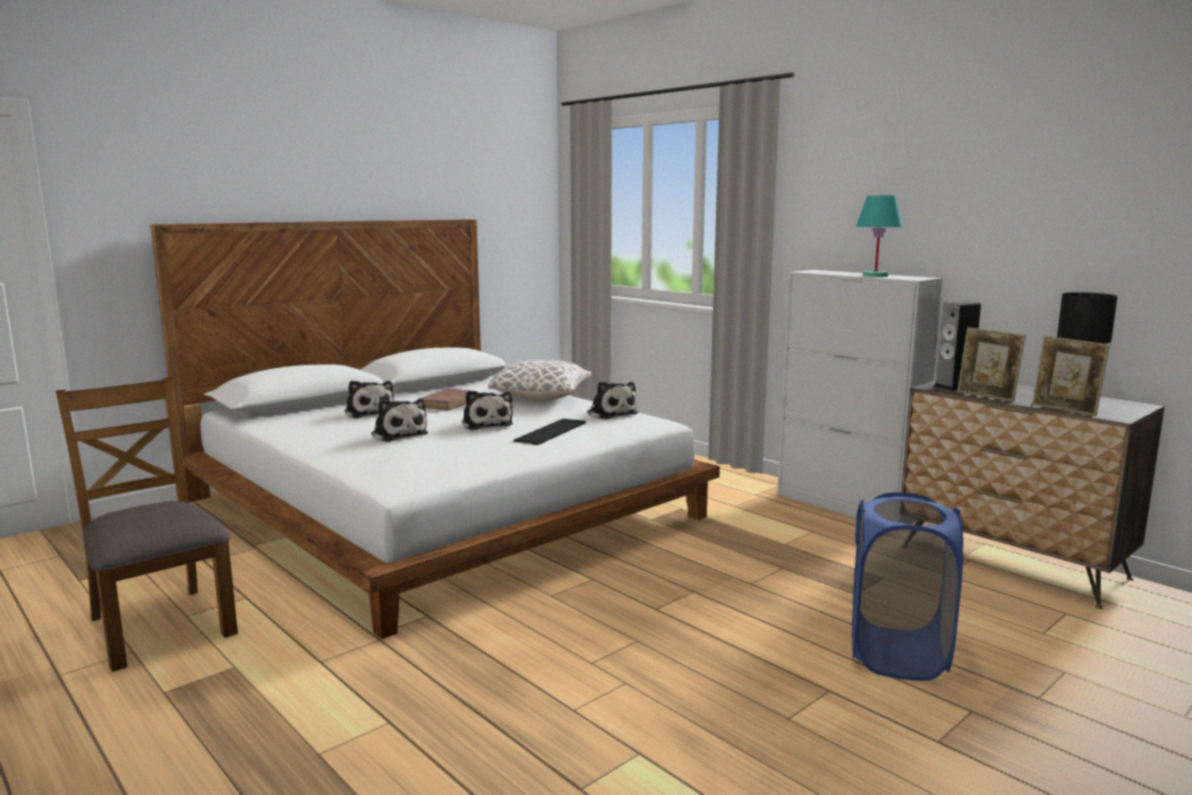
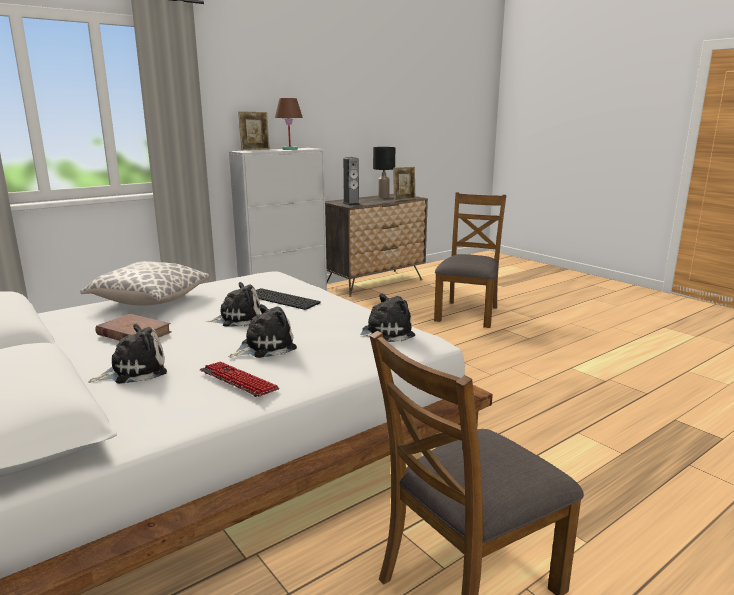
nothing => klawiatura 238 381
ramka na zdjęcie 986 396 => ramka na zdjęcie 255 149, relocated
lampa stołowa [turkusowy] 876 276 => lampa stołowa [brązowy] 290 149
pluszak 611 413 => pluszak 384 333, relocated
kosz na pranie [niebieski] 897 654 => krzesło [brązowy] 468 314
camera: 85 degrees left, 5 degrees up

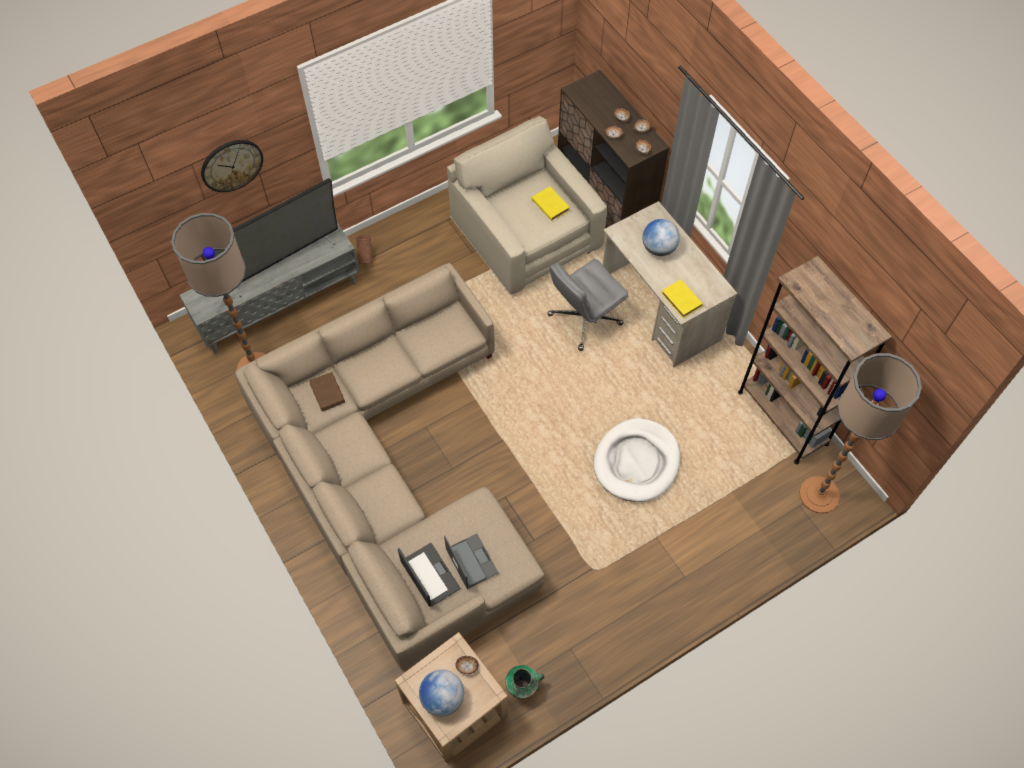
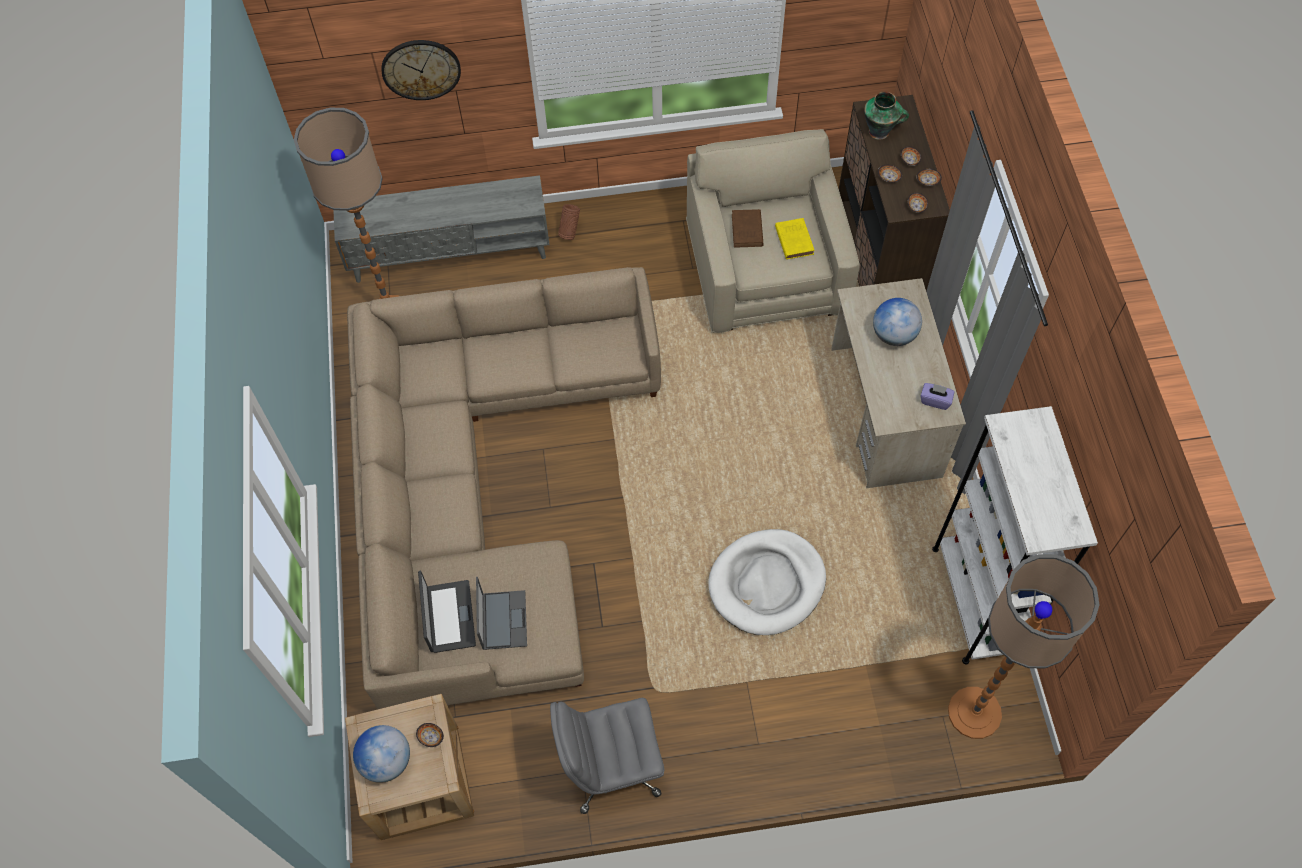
krzesło biurowe [szary] 584 320 => krzesło biurowe [szary] 611 766, relocated
książka [brązowy] 327 393 => książka [brązowy] 747 231, relocated
wazon 523 688 => wazon 880 132, relocated
nothing => pudełko chusteczek [fioletowy] 935 400
regał [brązowy] 782 418 => regał [biały] 974 600
telewizor 281 261 => nothing
książka [żółty] 682 300 => nothing
camera: 25 degrees right, 0 degrees up

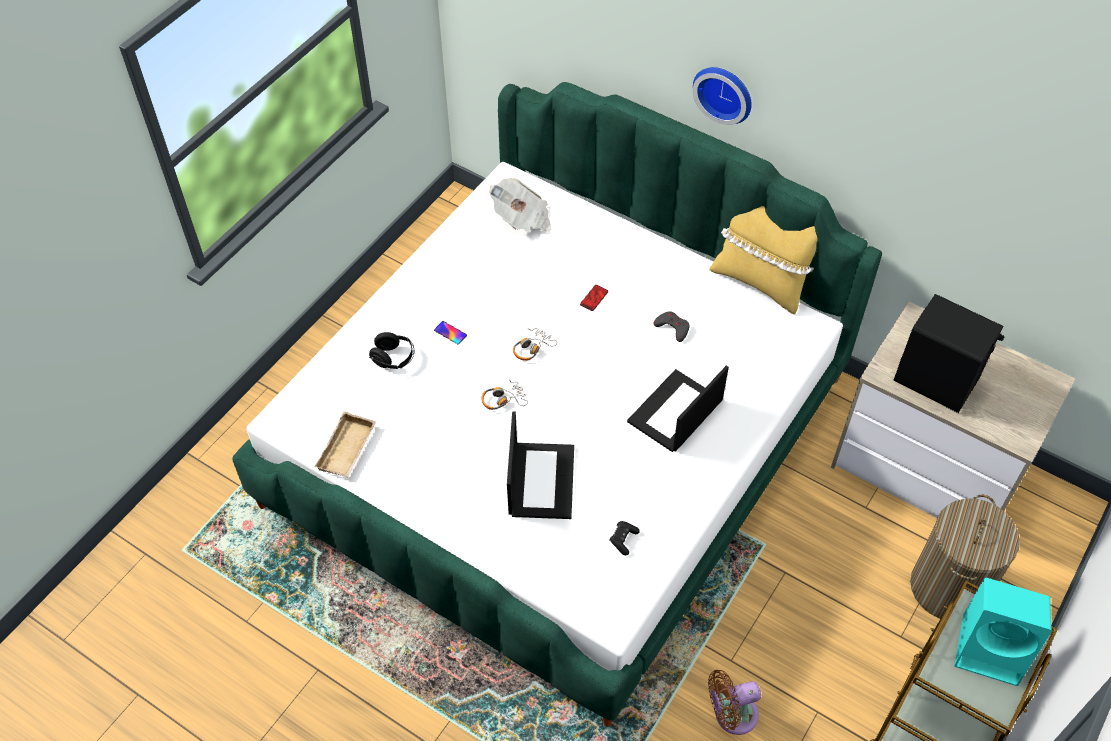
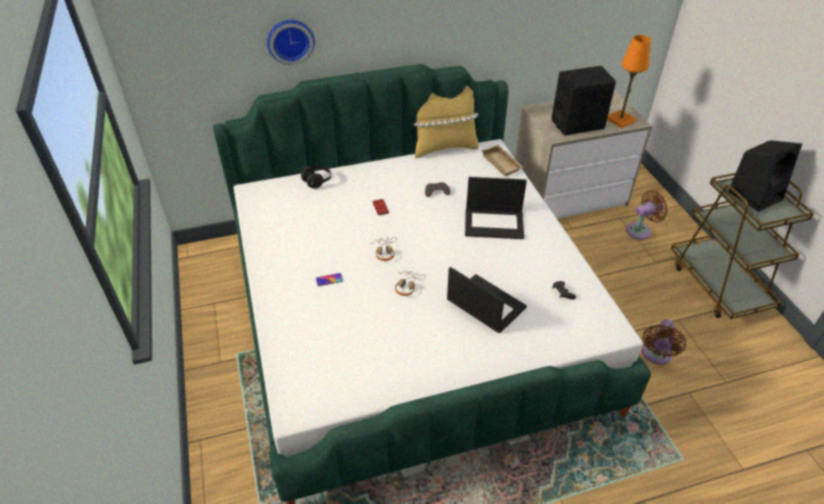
zegar ścienny 724 92 => zegar ścienny 290 40, relocated
słuchawki [czarny] 393 358 => słuchawki [czarny] 317 181, relocated
laptop 675 413 => laptop 494 223, 75 degrees counterclockwise
taca [beżowy] 348 450 => taca [beżowy] 502 163, relocated
nothing => lampa stołowa [pomarańczowy] 620 120
kosz na pranie 948 587 => wentylator [brązowy] 640 230
głośnik [turkusowy] 992 649 => głośnik [czarny] 755 195
gazeta 522 218 => nothing
camera: 50 degrees left, 10 degrees down

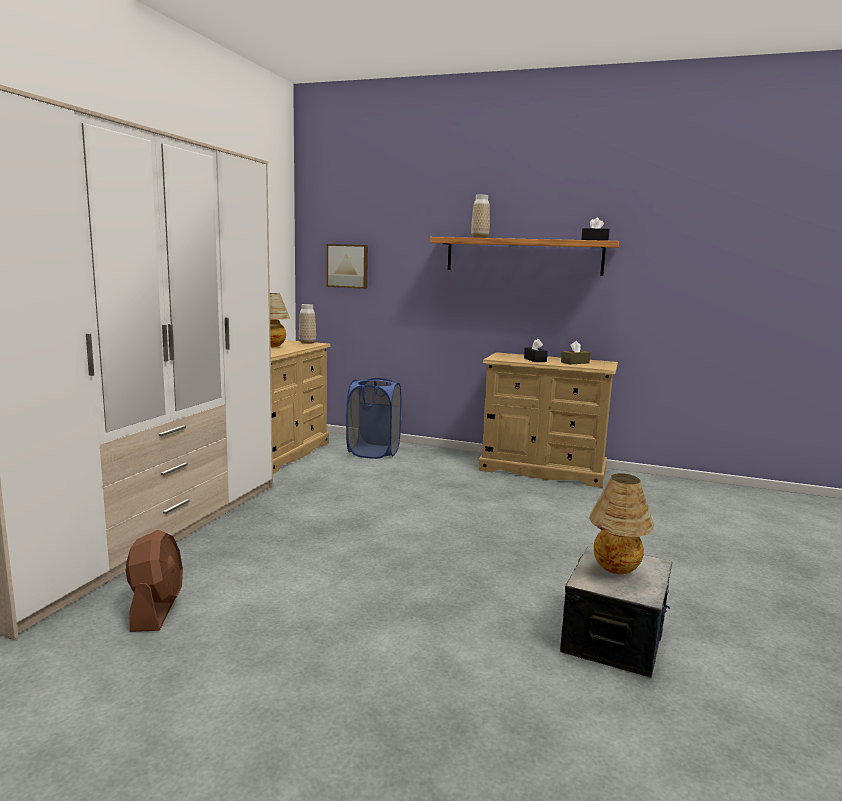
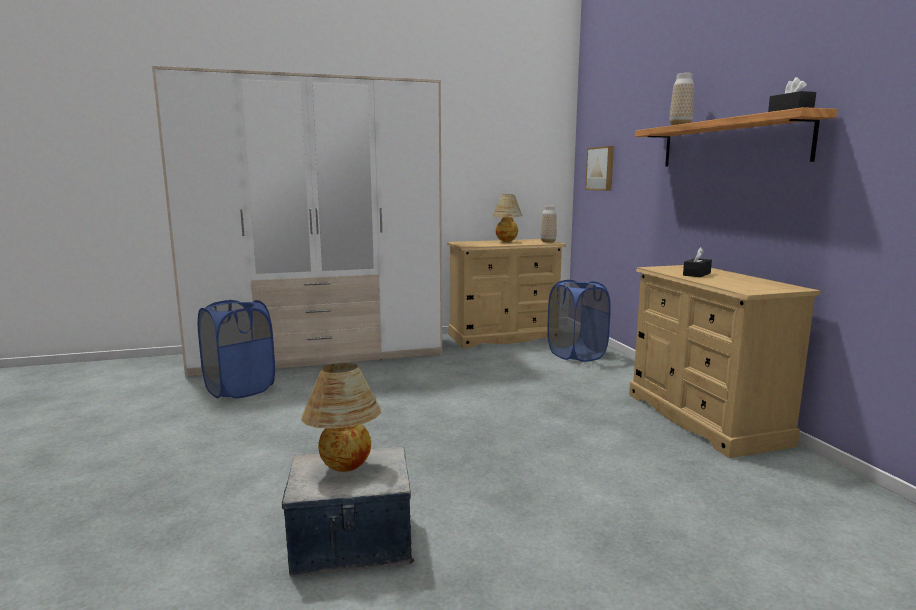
wentylator [brązowy] 156 609 => kosz na pranie [niebieski] 240 389
pudełko chusteczek [brązowy] 575 362 => nothing
camera: 55 degrees right, 0 degrees up

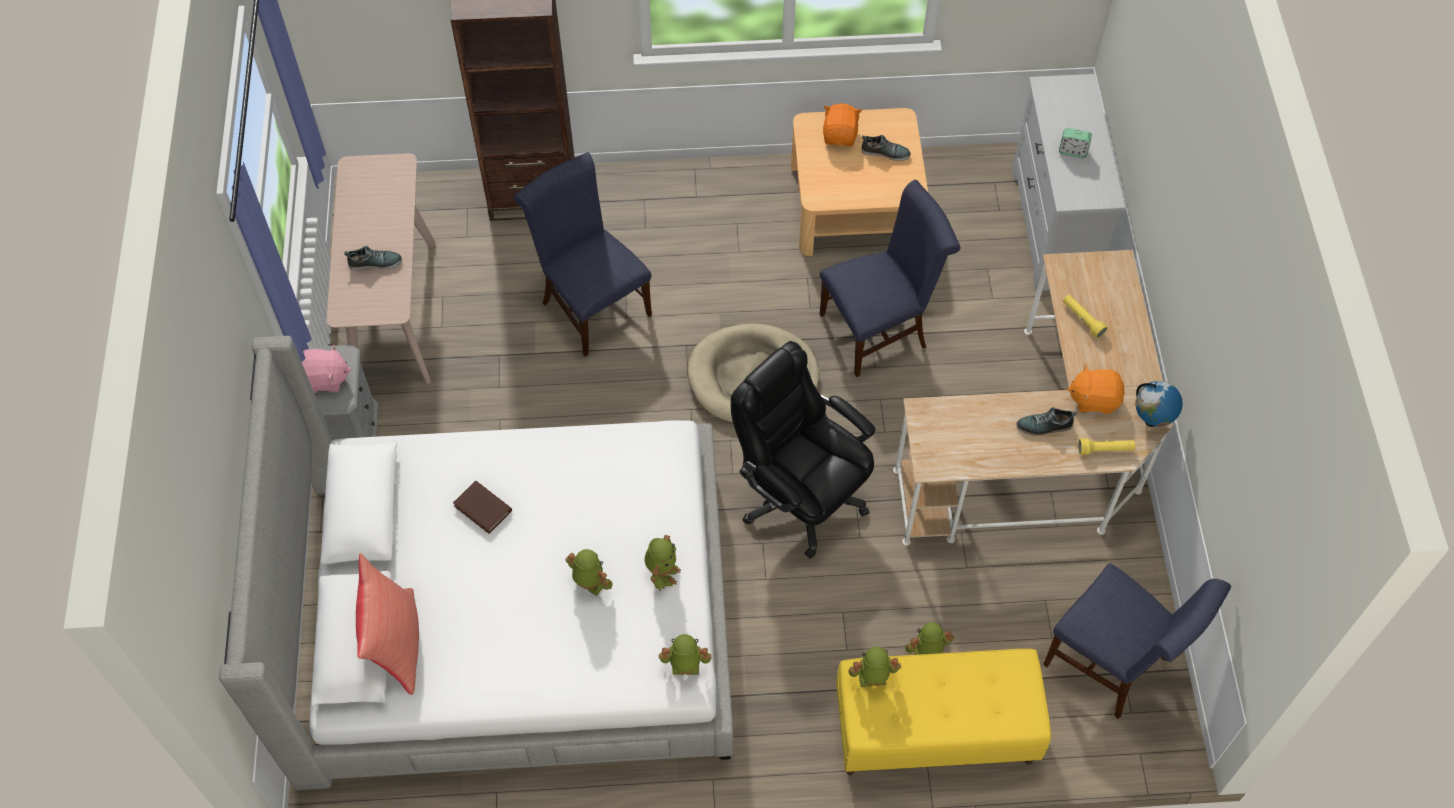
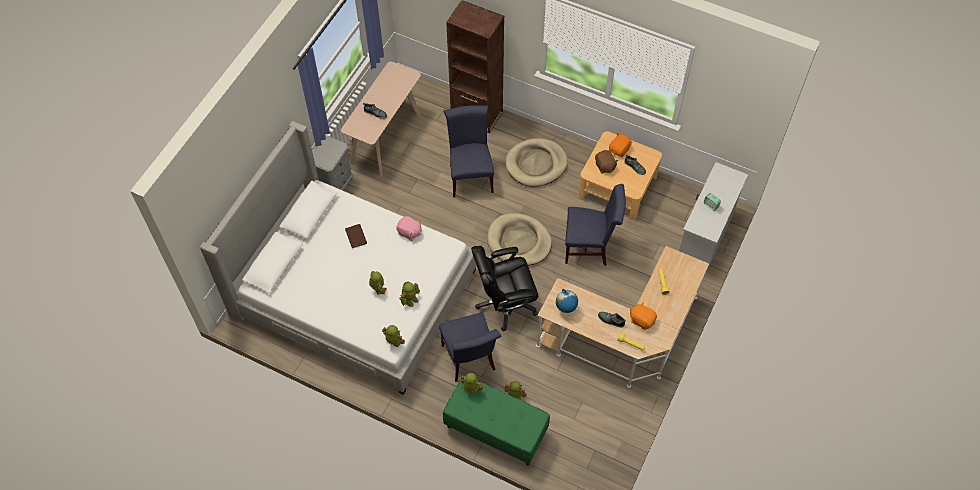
pluszak [różowy] 324 379 => pluszak [różowy] 409 232, relocated
krzesło [niebieski] 1113 665 => krzesło [niebieski] 470 360, relocated
ławka [żółty] 934 731 => ławka [zielony] 495 429
krzesło biurowe [czarny] 800 497 => krzesło biurowe [czarny] 505 303, 90 degrees counterclockwise
nothing => legowisko [beżowy] 536 164
globus 1151 420 => globus 565 309, relocated
nothing => pluszak [brązowy] 604 166
poduszka [czerwony] 395 642 => nothing
camera: 30 degrees right, 0 degrees up

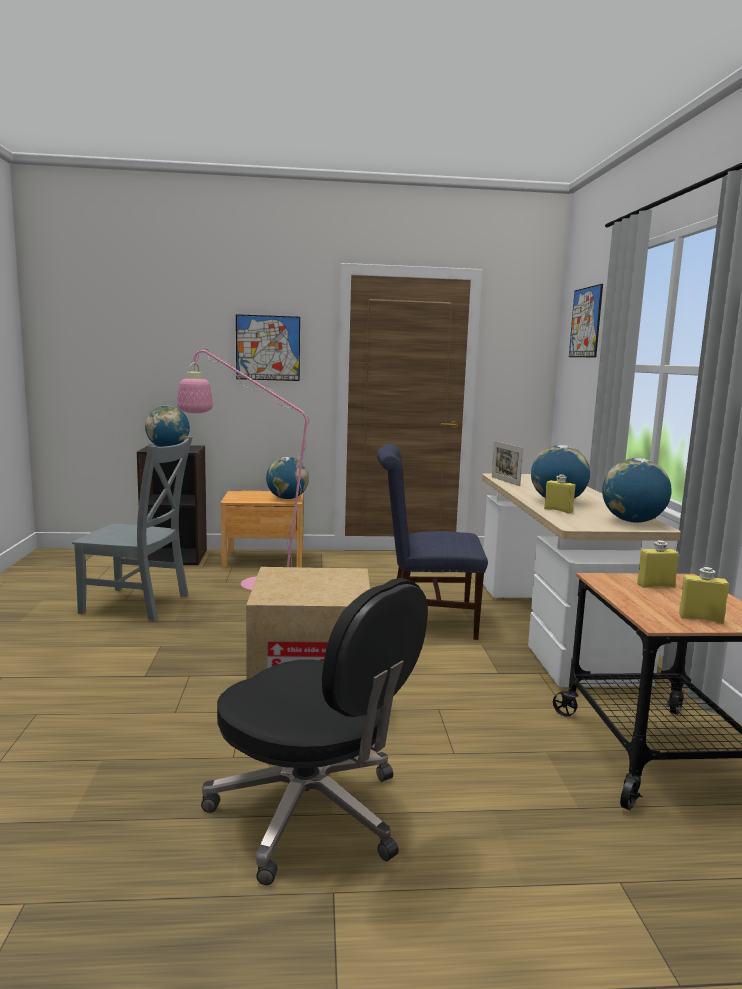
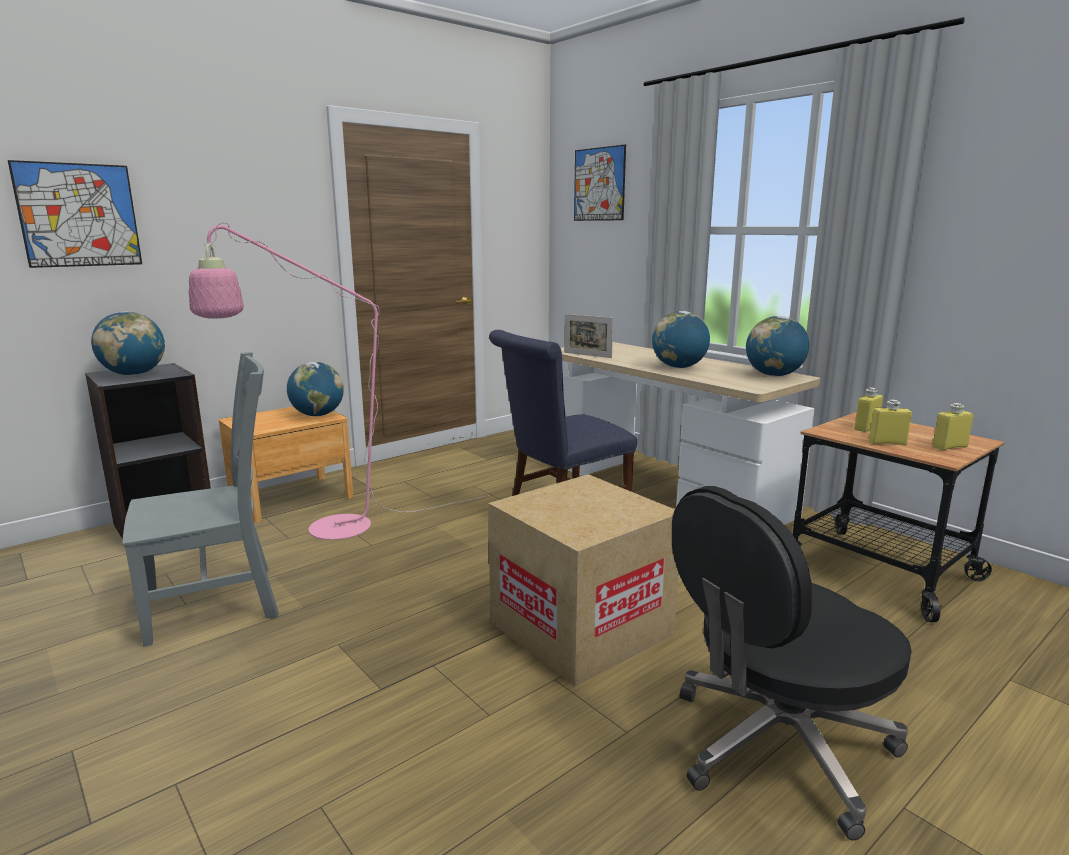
obraz 268 348 => obraz 79 215, relocated
krzesło biurowe [czarny] 312 813 => krzesło biurowe [czarny] 777 747, 150 degrees clockwise
butelka [żółty] 558 510 => butelka [żółty] 887 443, relocated
camera: 35 degrees left, 5 degrees up

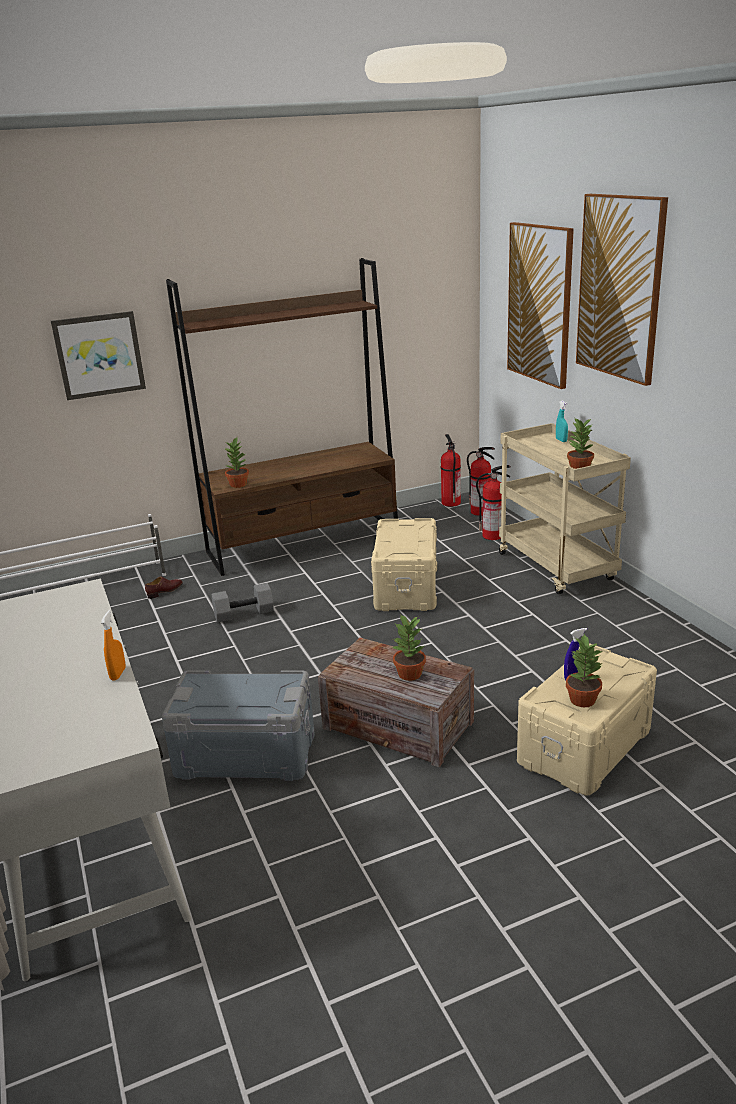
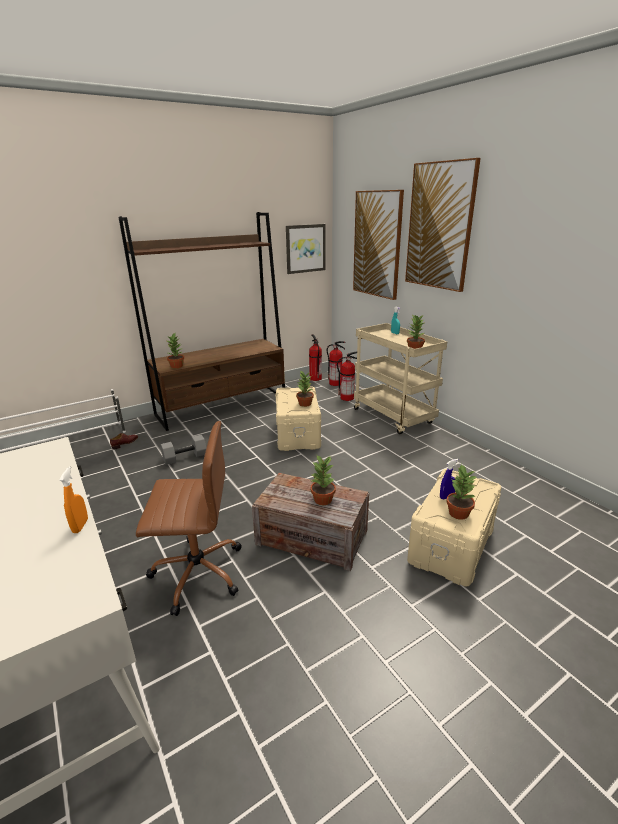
pojemnik do przechowywania [szary] 245 755 => krzesło biurowe [brązowy] 196 572
obraz 99 355 => obraz 305 248, relocated
nothing => roślina doniczkowa 304 404
camera: 10 degrees left, 0 degrees up

